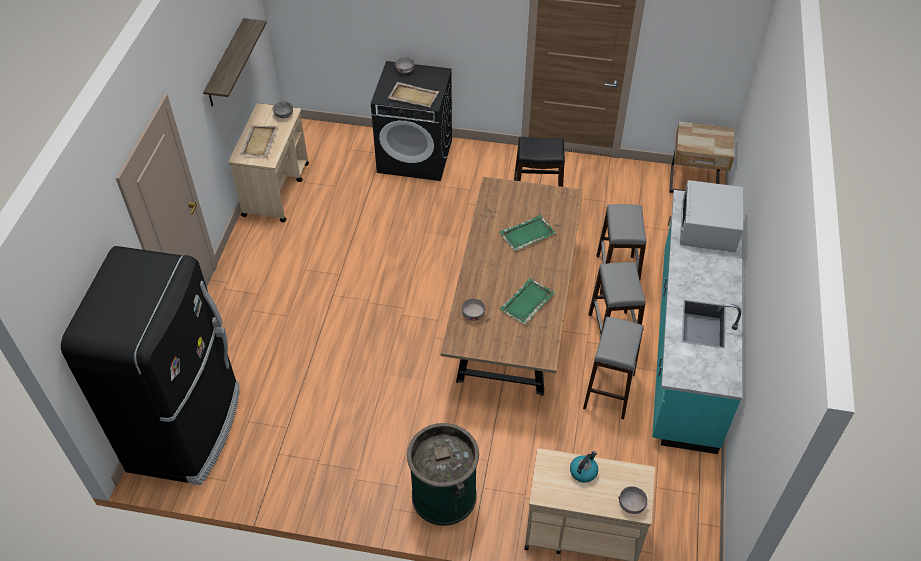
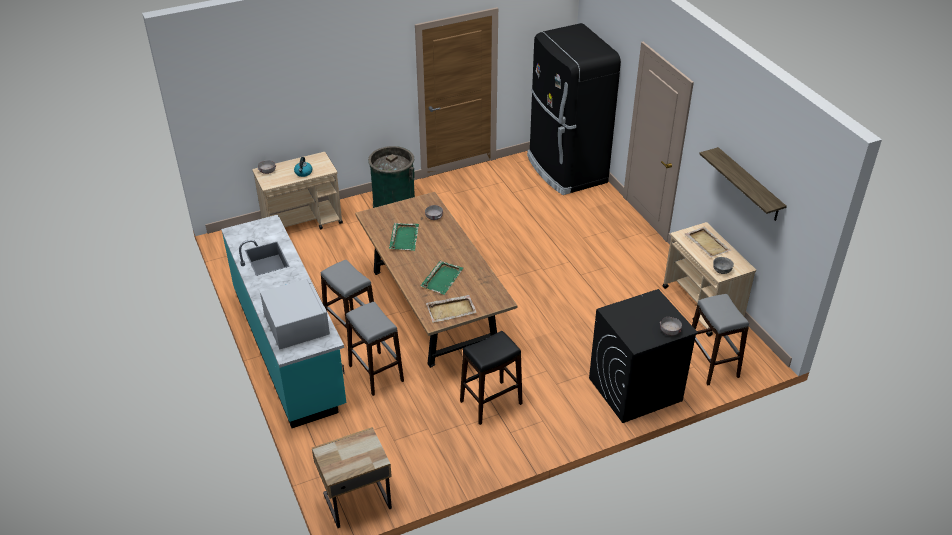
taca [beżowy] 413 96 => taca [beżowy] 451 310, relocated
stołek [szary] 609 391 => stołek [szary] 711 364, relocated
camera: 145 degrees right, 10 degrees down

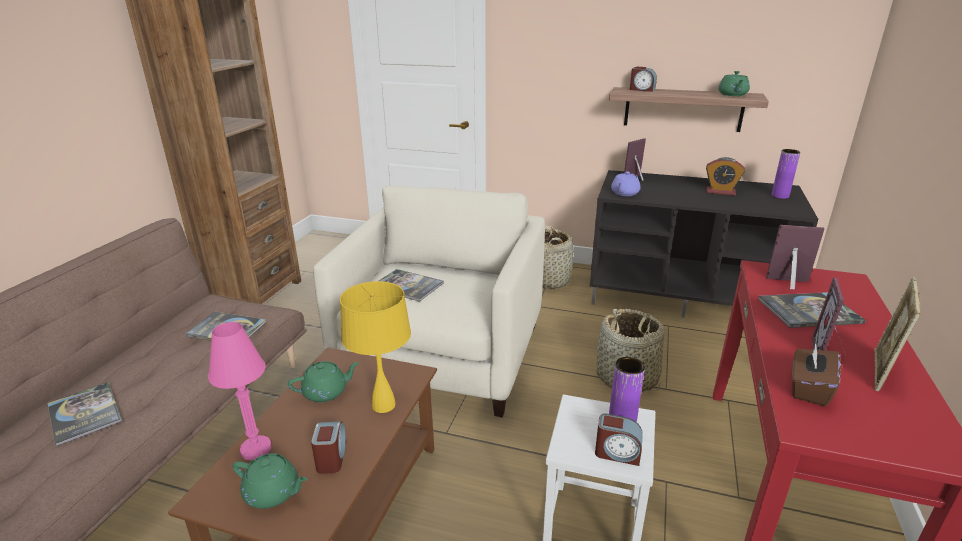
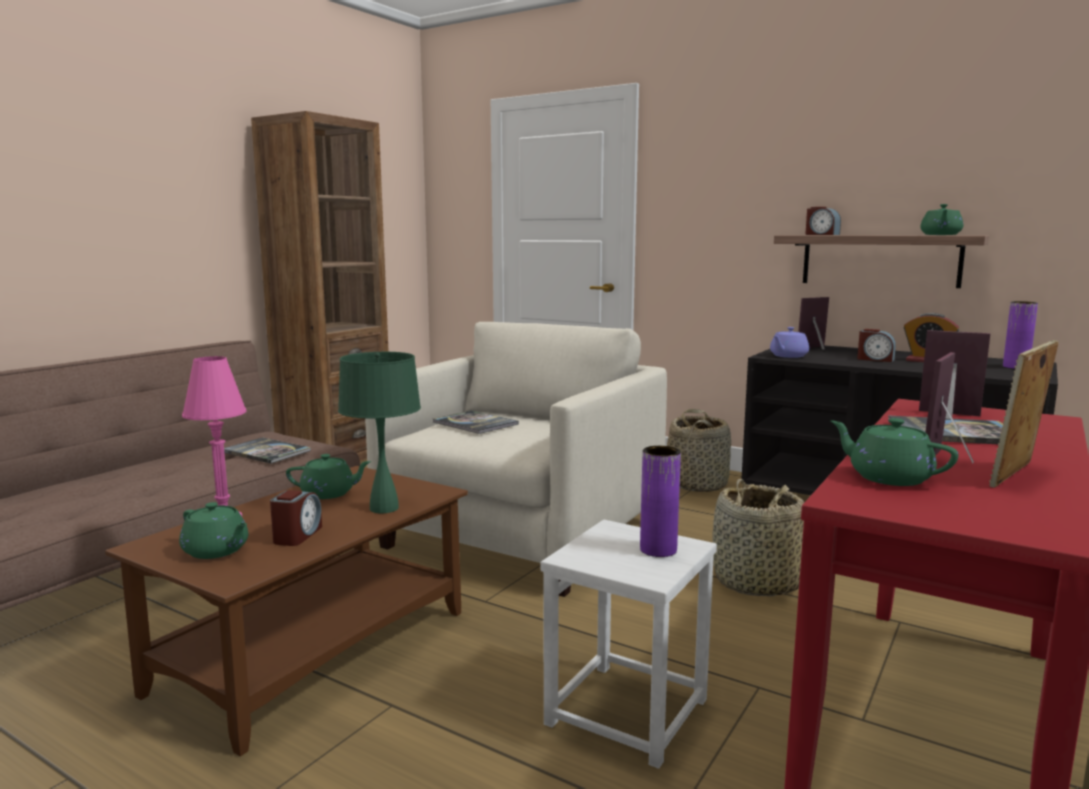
lampa stołowa [żółty] 383 405 => lampa stołowa [zielony] 384 508
pudełko chusteczek [brązowy] 808 388 => imbryk [zielony] 888 477
budzik 617 453 => budzik 875 359, relocated
książka 85 414 => nothing
camera: 15 degrees right, 15 degrees down

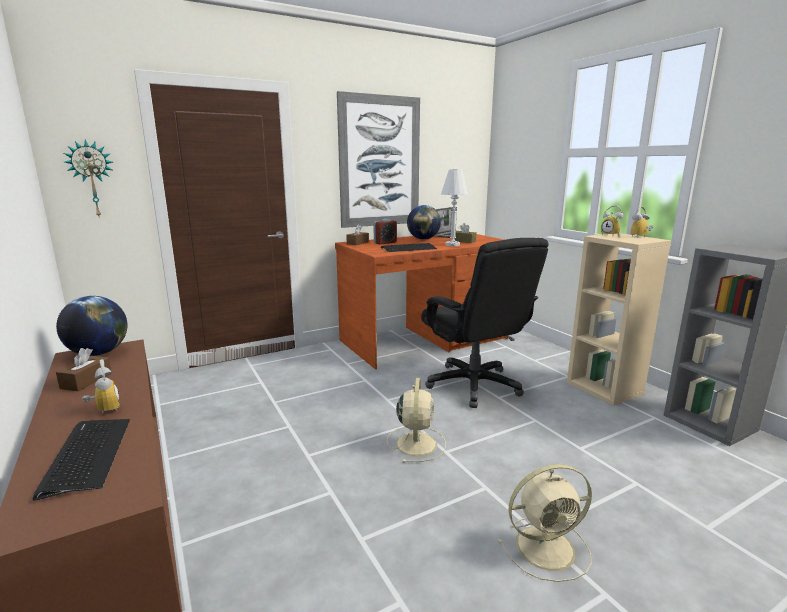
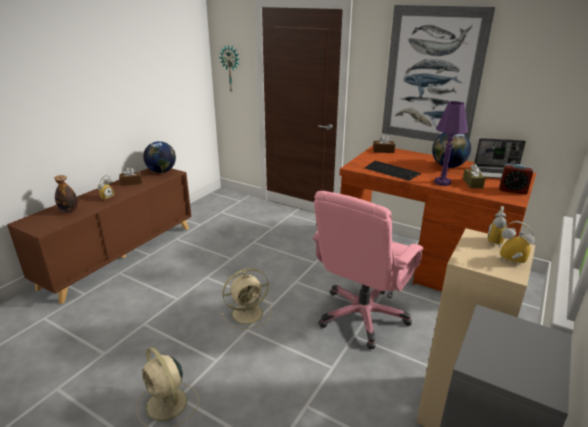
klawiatura 87 455 => butelka 69 211
krzesło biurowe [czarny] 474 385 => krzesło biurowe [różowy] 362 316
lampa stołowa [biały] 452 245 => lampa stołowa [fioletowy] 442 182
budzik 385 243 => budzik 512 190, relocated
camera: 60 degrees right, 10 degrees up

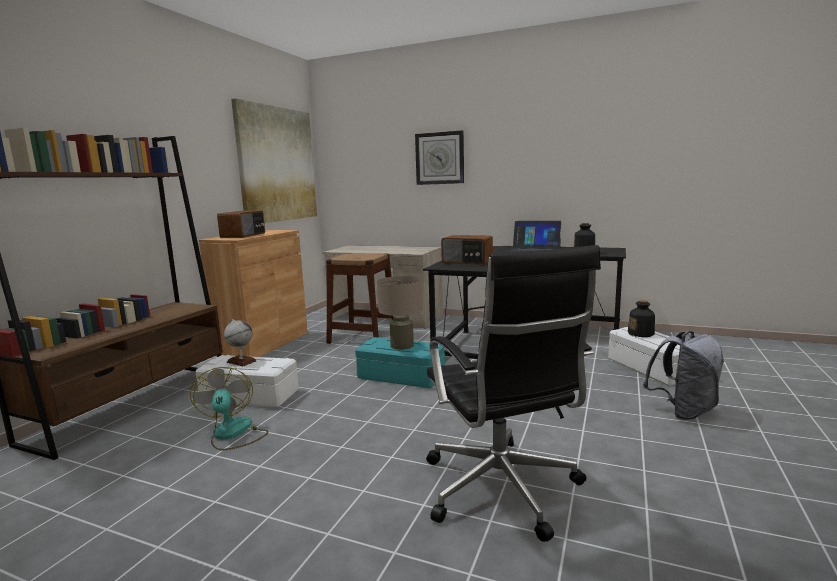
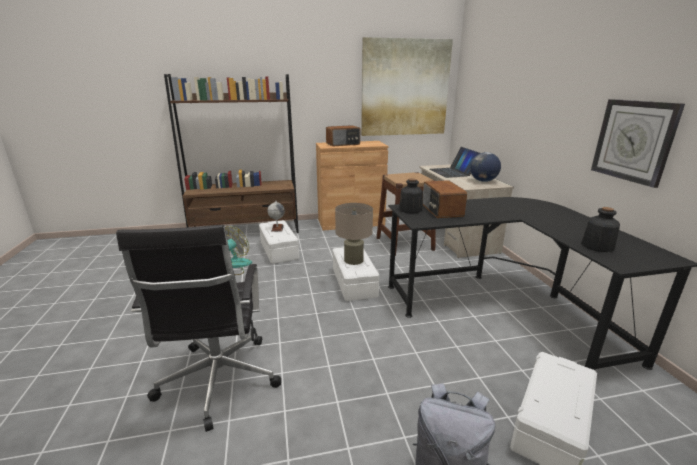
krzesło biurowe [czarny] 502 490 => krzesło biurowe [czarny] 218 382, 45 degrees counterclockwise
pojemnik do przechowywania [turkusowy] 400 376 => pojemnik do przechowywania [biały] 353 282
butelka 641 333 => butelka 410 210, relocated
laptop 534 250 => laptop 453 172, relocated
nothing => globus 483 181
zegar ścienny 439 158 => zegar ścienny 633 141, relocated
camera: 55 degrees right, 10 degrees up

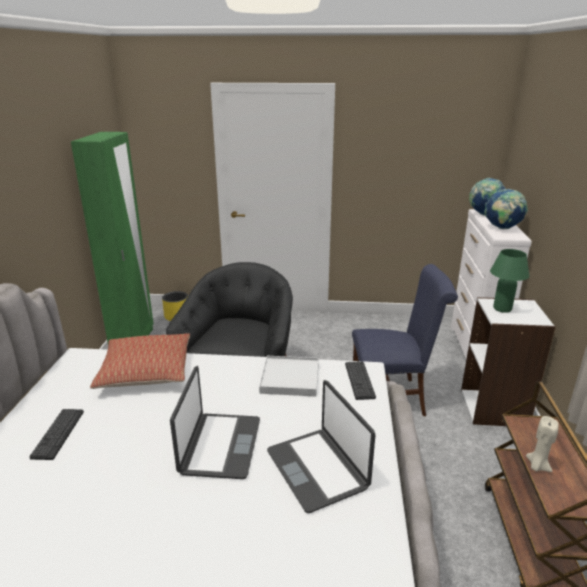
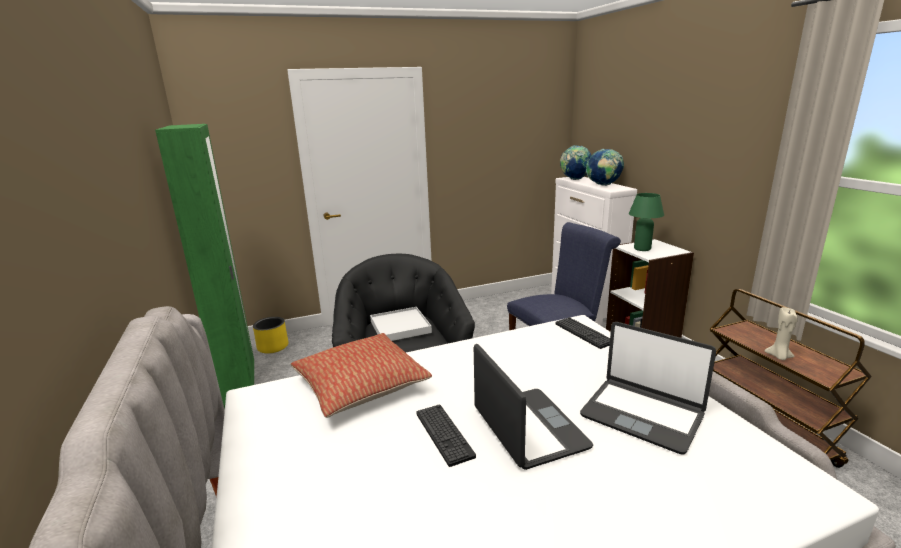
taca [biały] 290 378 => taca [biały] 400 327, relocated
klawiatura 58 434 => klawiatura 444 434, relocated
camera: 25 degrees left, 5 degrees down

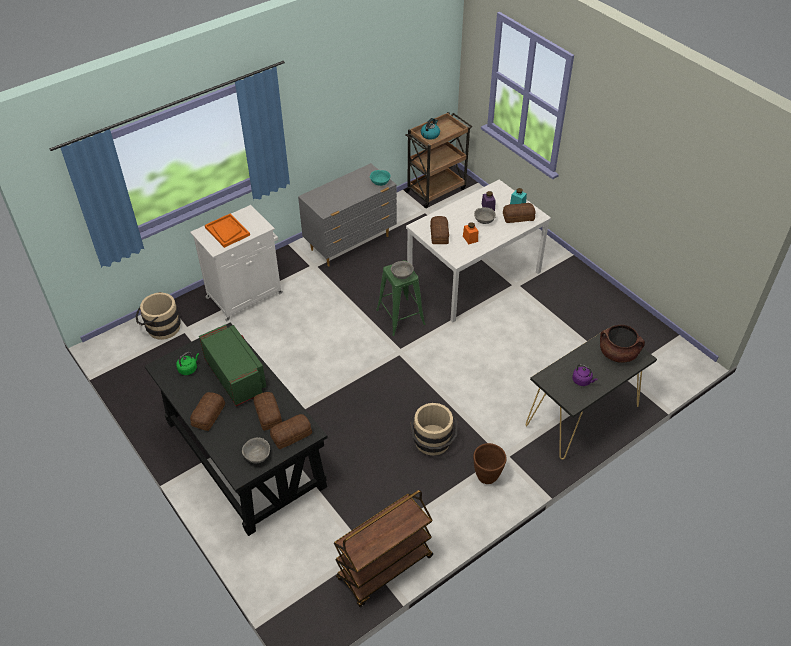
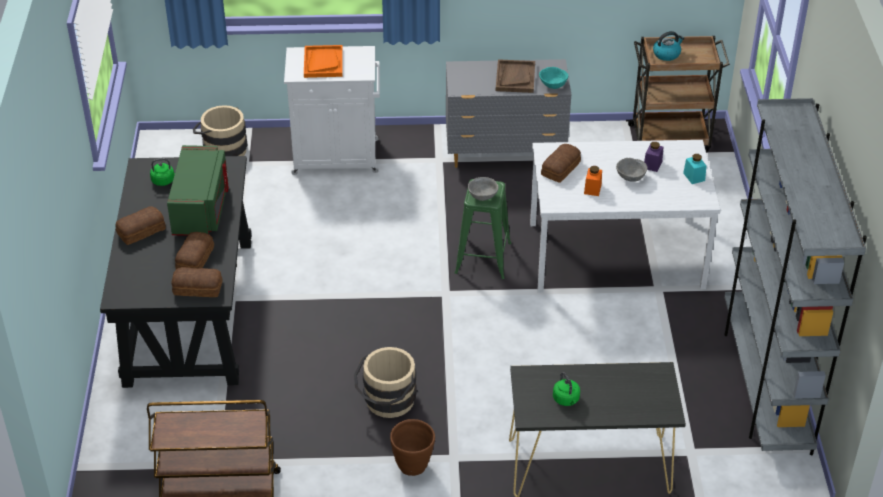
nothing => taca [brązowy] 515 77
czajnik [fioletowy] 582 381 => czajnik [zielony] 566 400
nothing => regał [szary] 765 384
miska [szary] 257 456 => nothing
chleb 517 216 => nothing
garnek [brązowy] 618 353 => nothing
camera: 35 degrees right, 5 degrees down

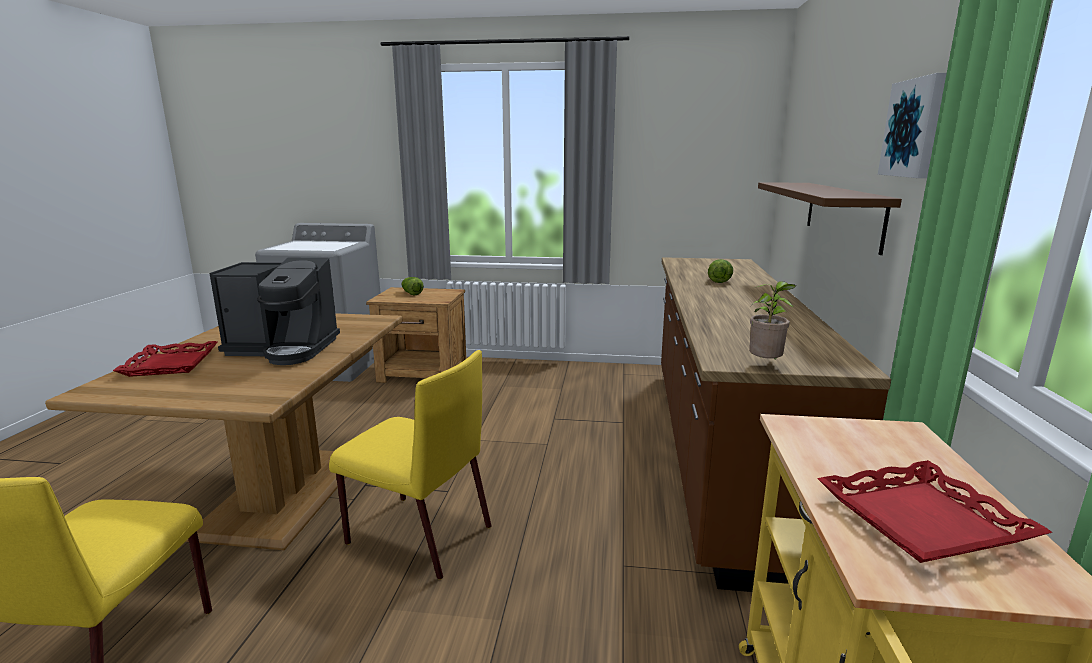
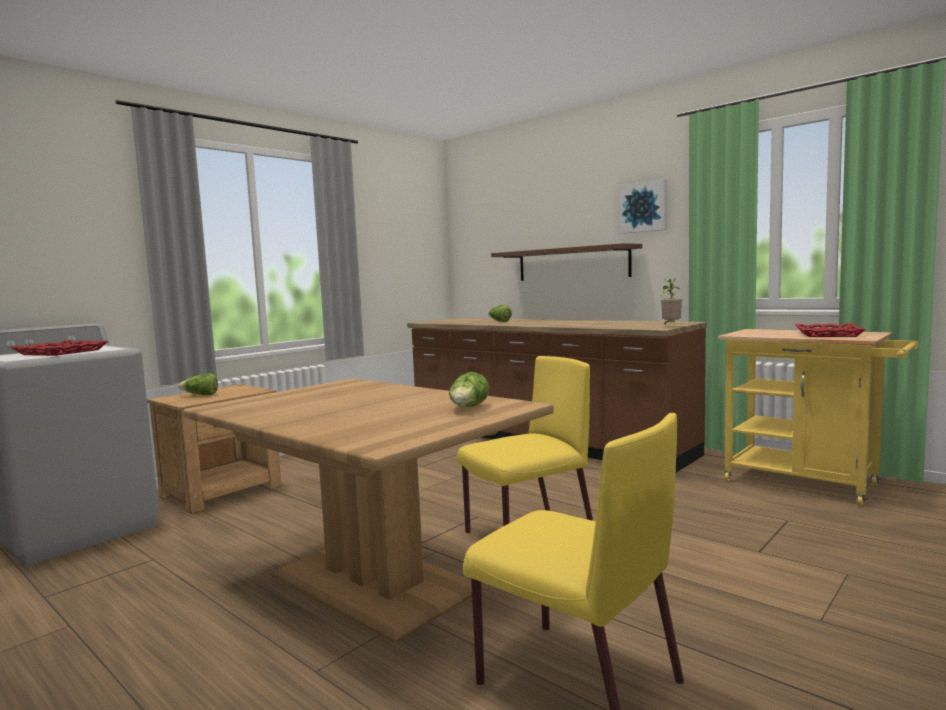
taca [czerwony] 171 364 => taca [czerwony] 62 352, relocated
nothing => sałata 468 408
ekspres do kawy 284 349 => nothing
camera: 55 degrees left, 10 degrees down

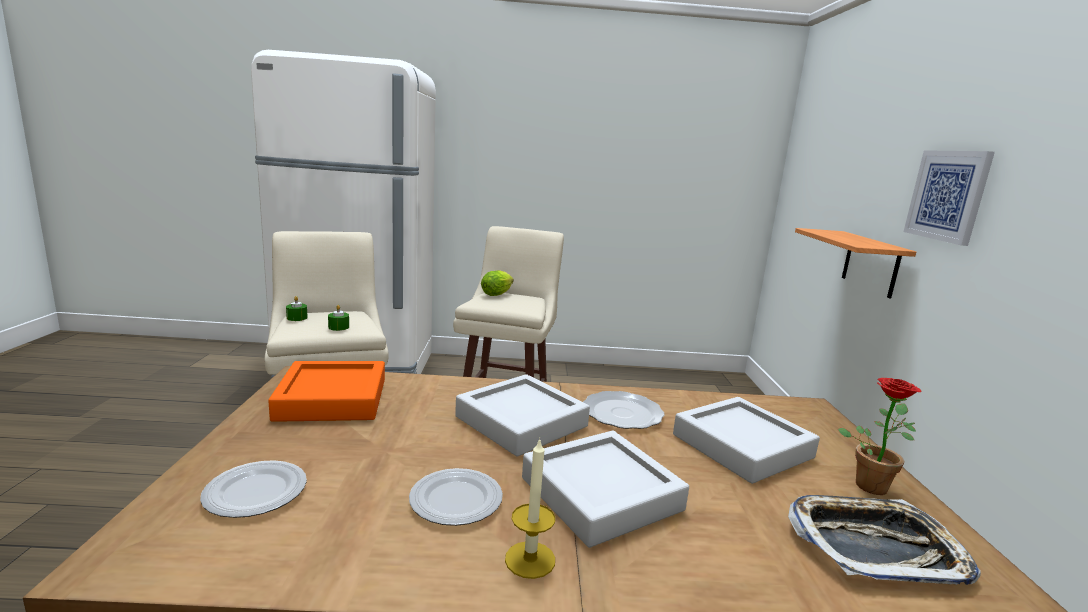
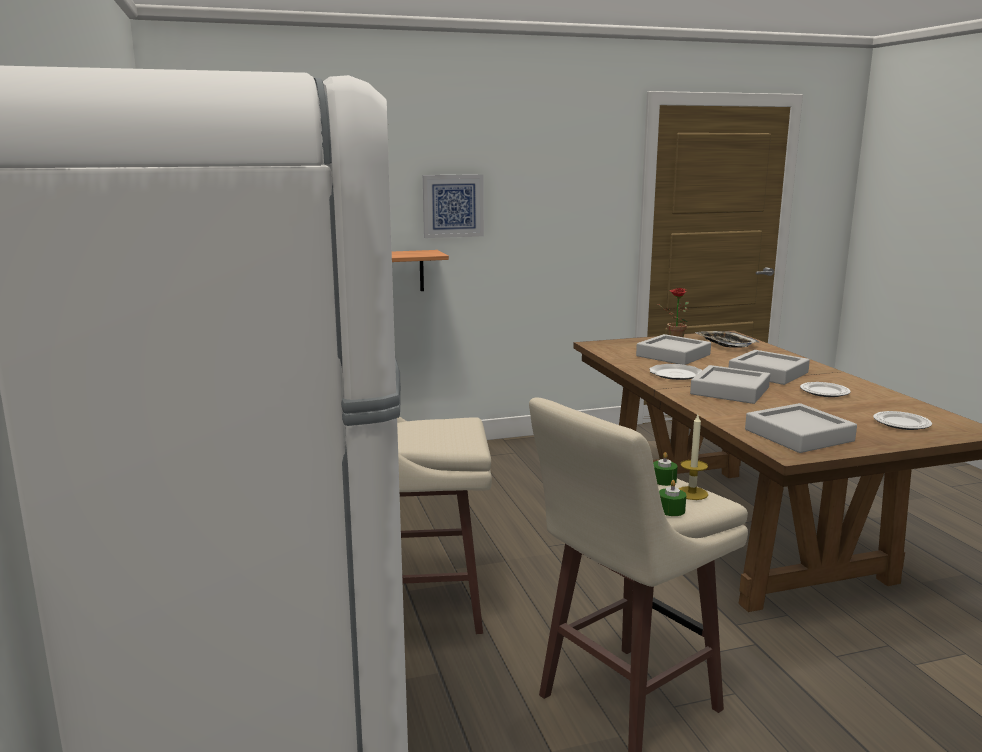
świeca 530 559 => świeca 692 493, relocated
taca [pomarańczowy] 332 399 => taca [szary] 798 435
sałata 498 294 => nothing
camera: 105 degrees left, 0 degrees up

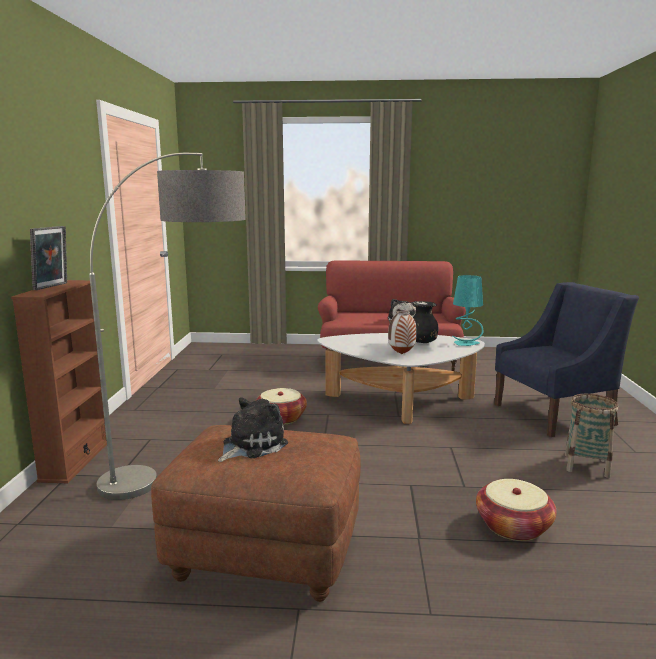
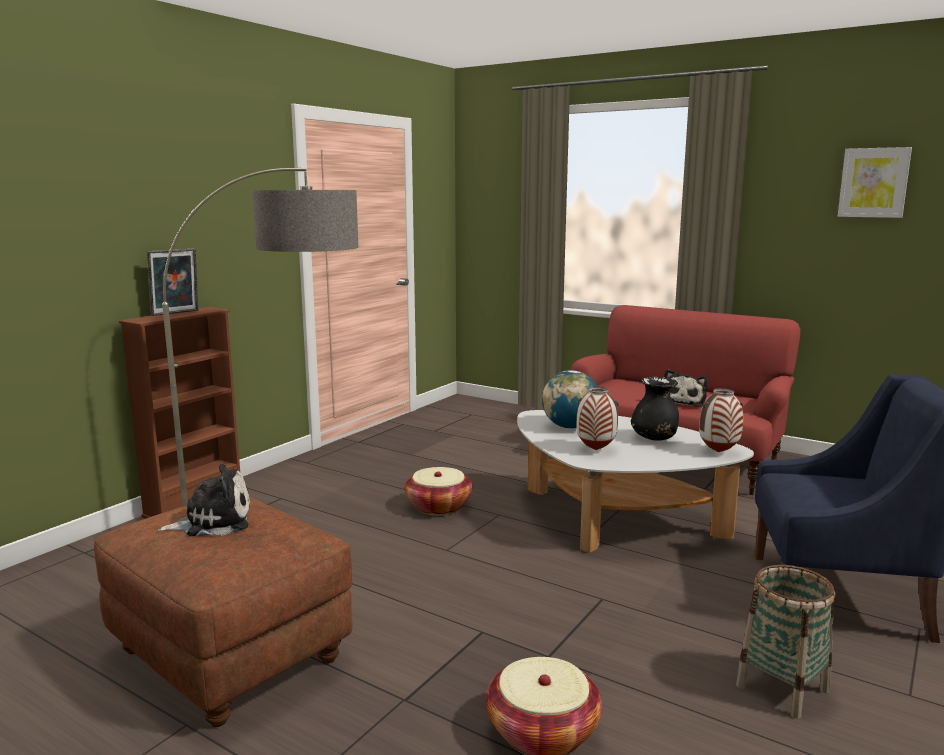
nothing => globus 570 427
lampa stołowa [turkusowy] 466 344 => wazon 718 452
nothing => obraz 873 182
camera: 30 degrees right, 0 degrees up

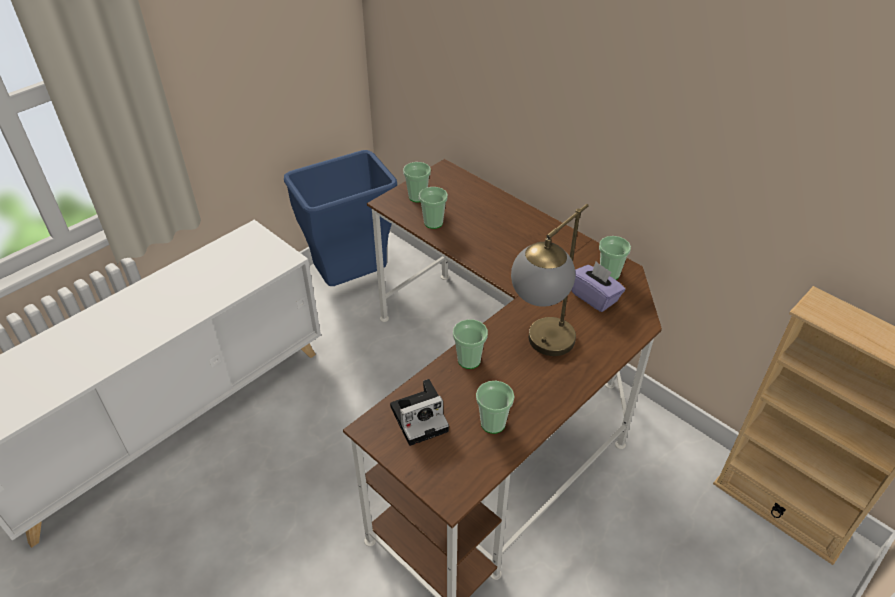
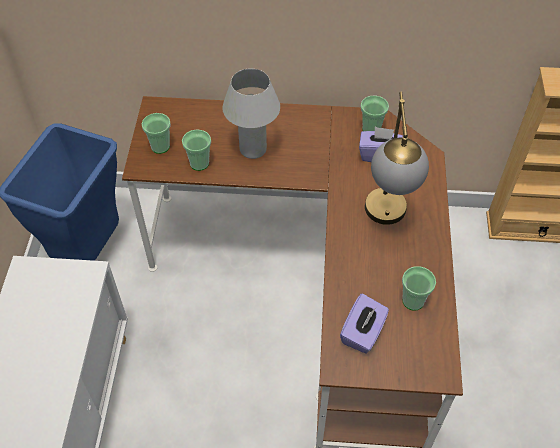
nothing => lampa stołowa [biały] 253 149
aparat fotograficzny 421 417 => pudełko chusteczek [fioletowy] 363 333
filiżanka 469 360 => nothing
camera: 40 degrees left, 10 degrees up

